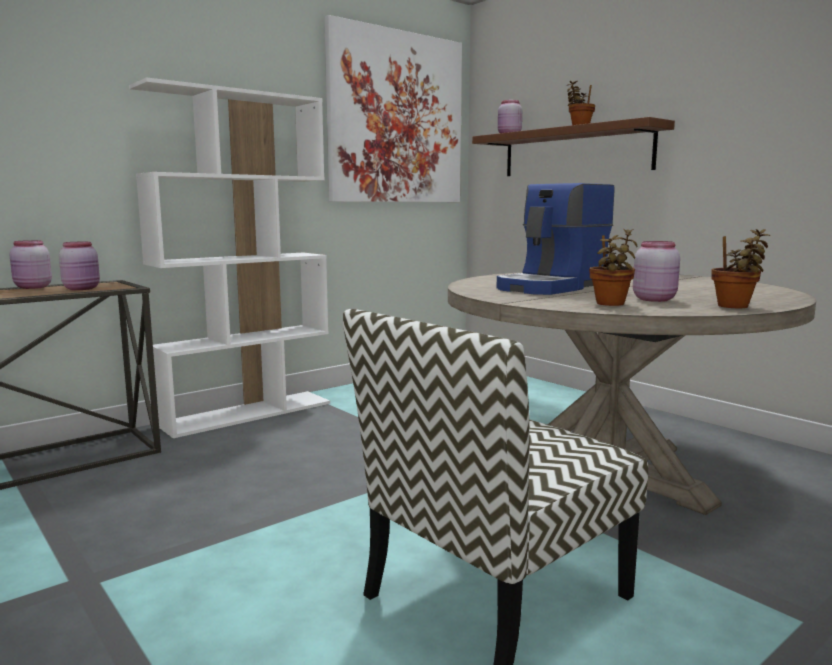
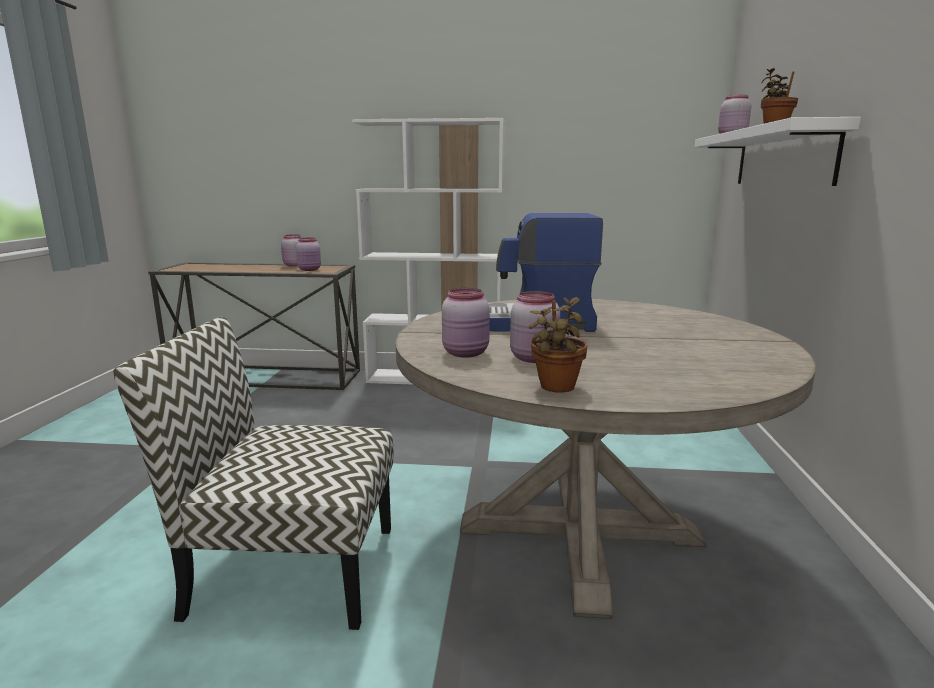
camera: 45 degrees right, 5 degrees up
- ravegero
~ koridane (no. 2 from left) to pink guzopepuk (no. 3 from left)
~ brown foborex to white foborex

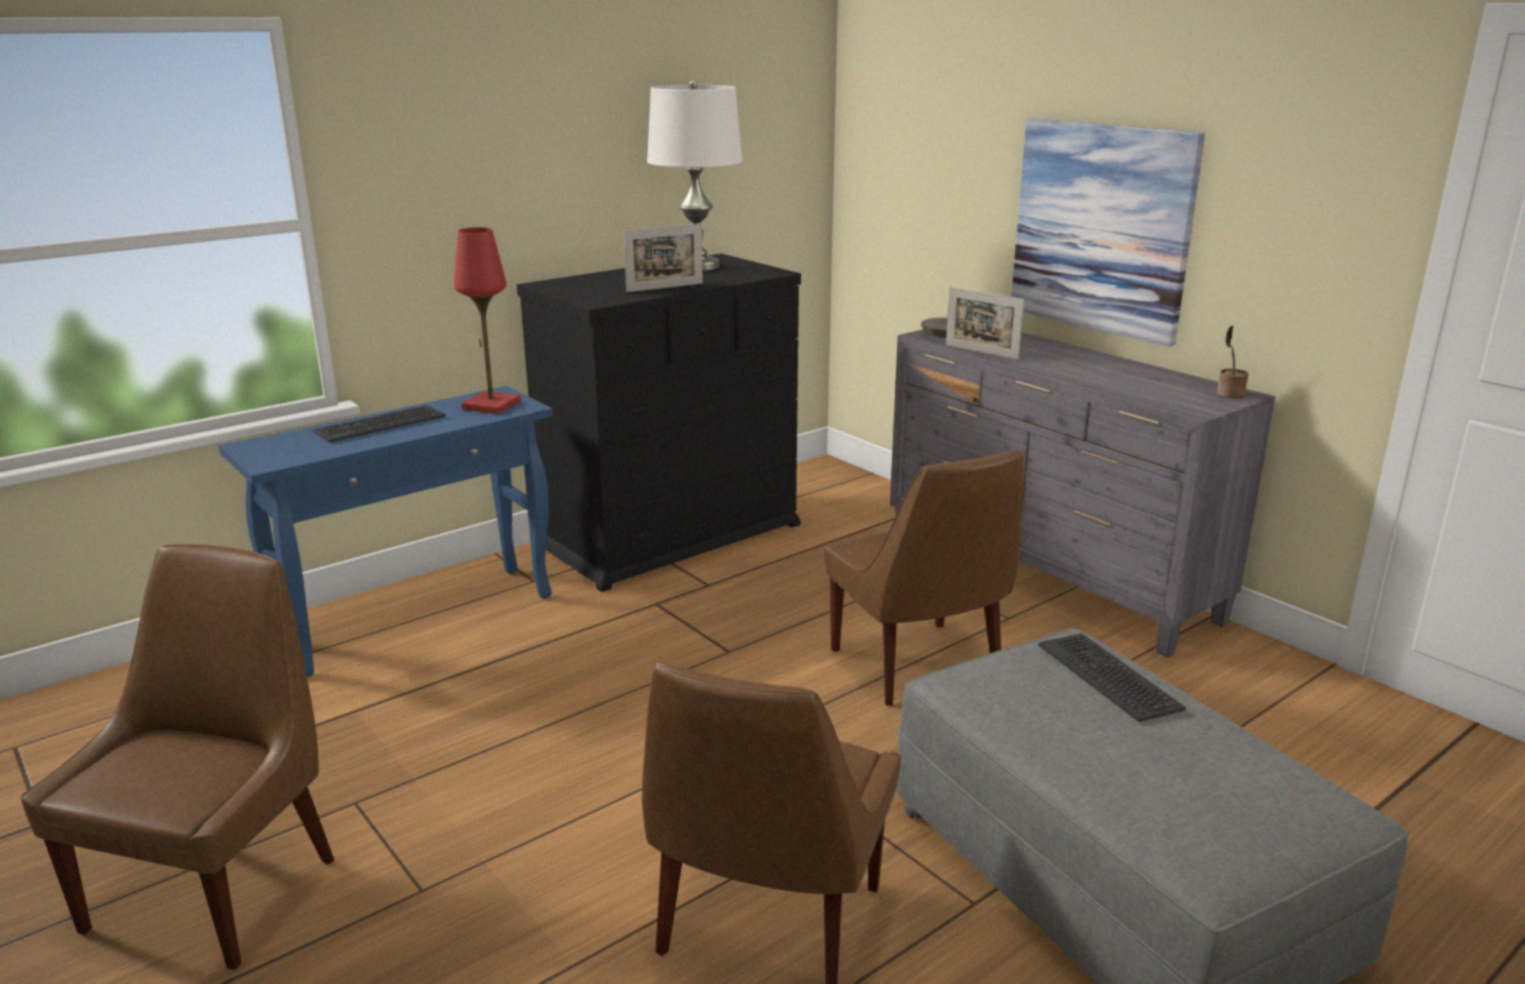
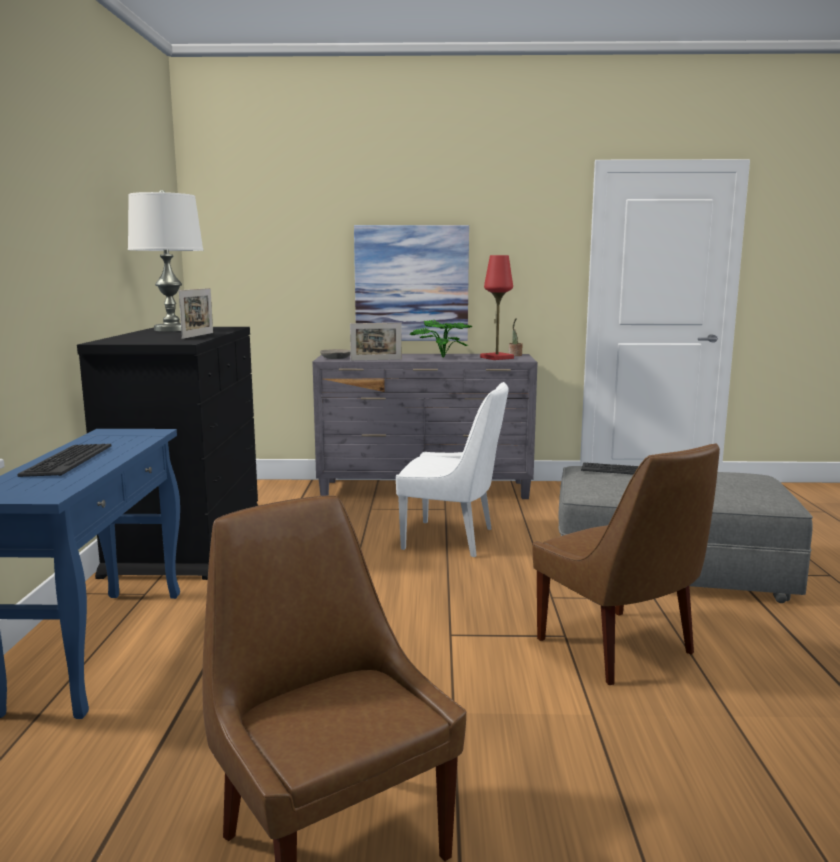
camera: 50 degrees left, 10 degrees down
+ koridane (no. 1 from left)
~ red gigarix
~ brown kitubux (no. 3 from left) to white kitubux

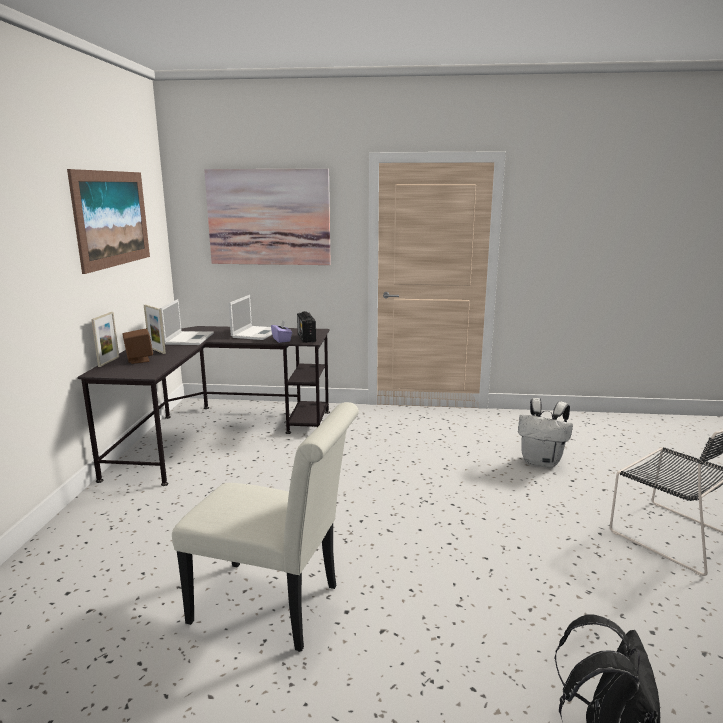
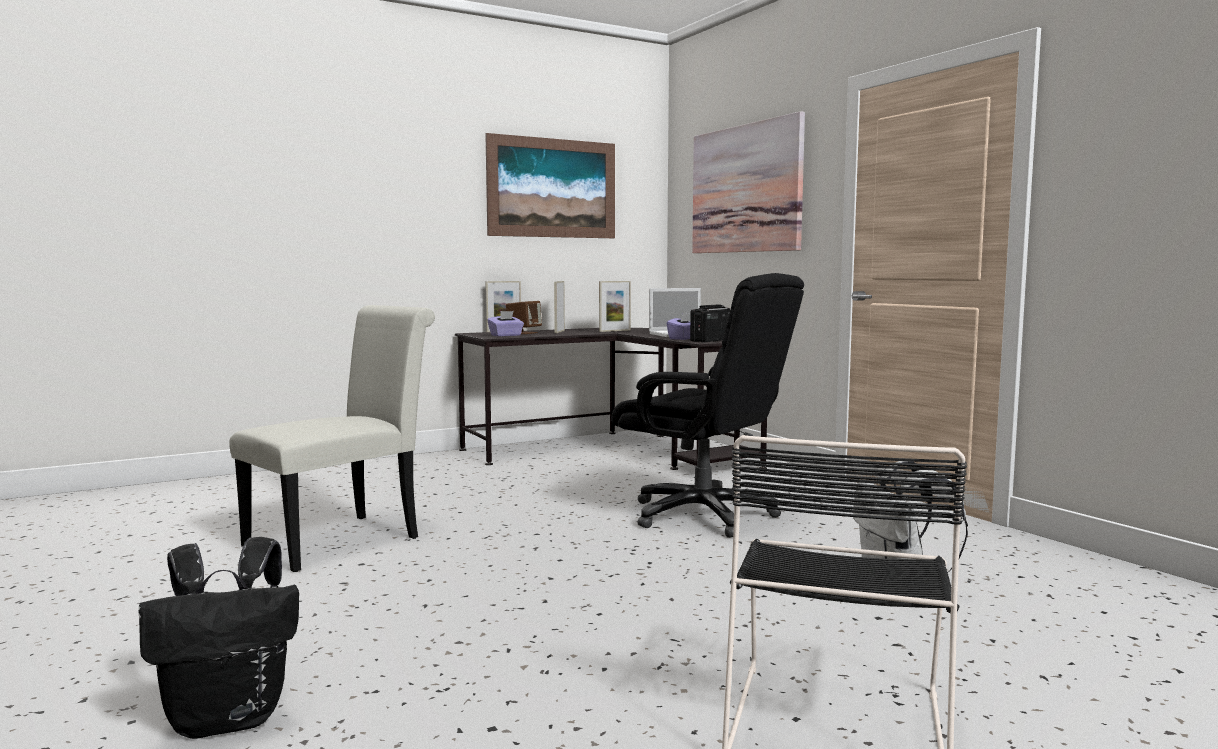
camera: 55 degrees right, 10 degrees down
+ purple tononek (no. 1 from left)
+ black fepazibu
~ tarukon (no. 1 from left) to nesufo (no. 3 from left)
~ white kitubux 120 degrees counterclockwise

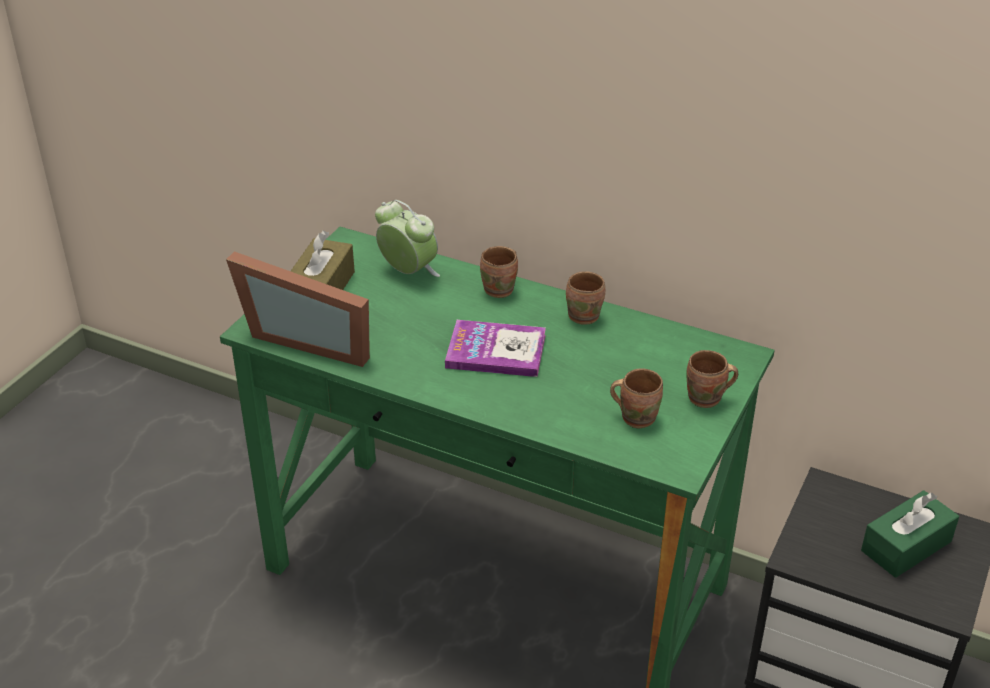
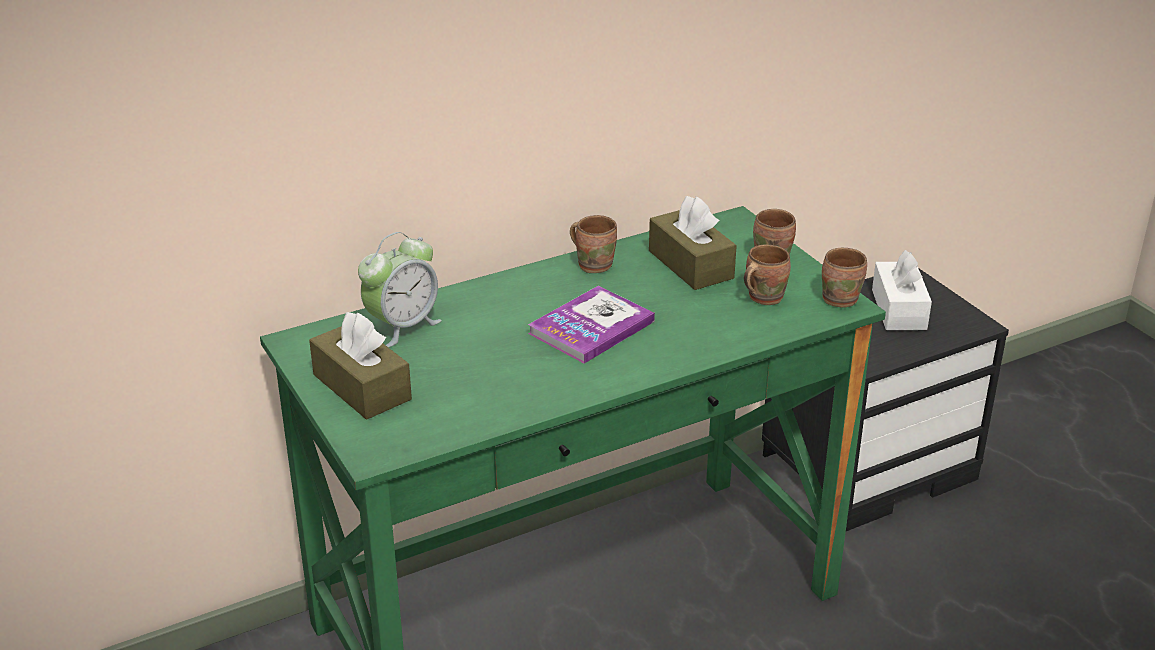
camera: 55 degrees left, 5 degrees down
- nesufo
+ brown tononek (no. 2 from left)
~ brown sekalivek (no. 1 from left in the first image) to brown sekalivek (no. 4 from left)
~ green tononek to white tononek
~ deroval 150 degrees clockwise

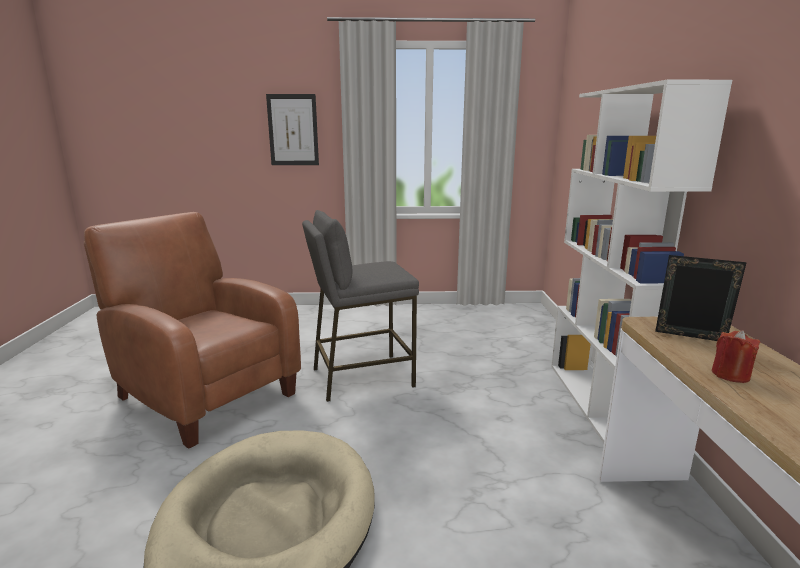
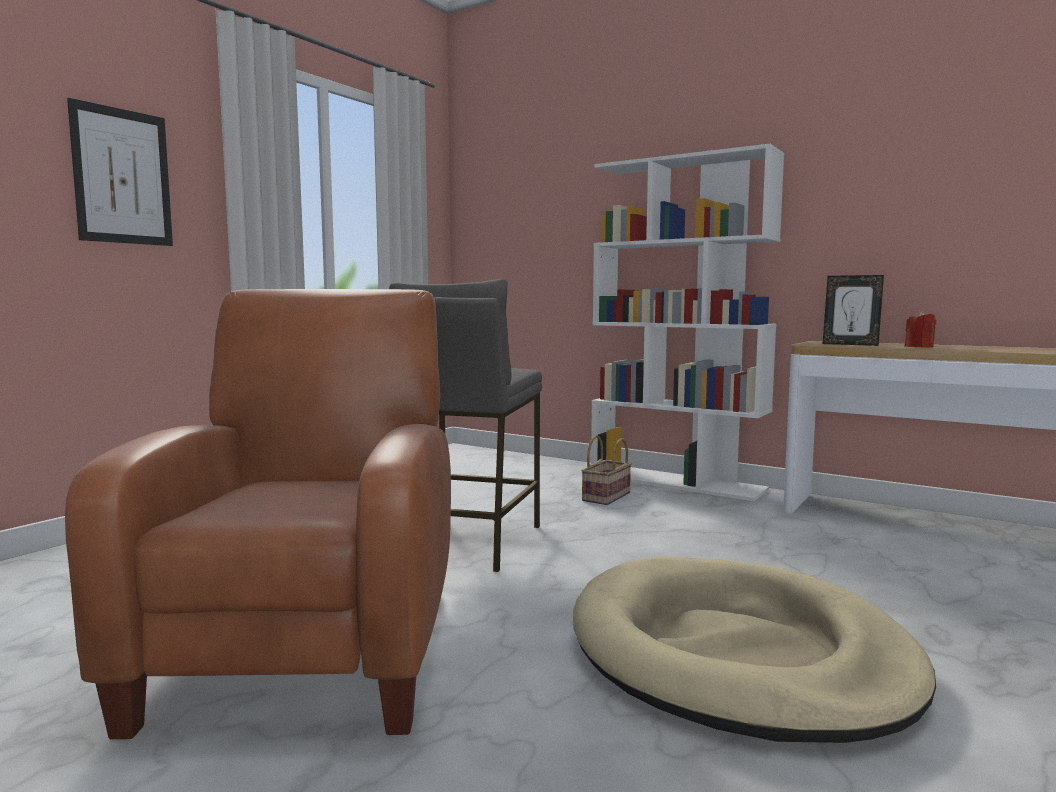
camera: 55 degrees left, 10 degrees down
+ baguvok
~ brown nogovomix 105 degrees clockwise
~ nesufo 120 degrees counterclockwise

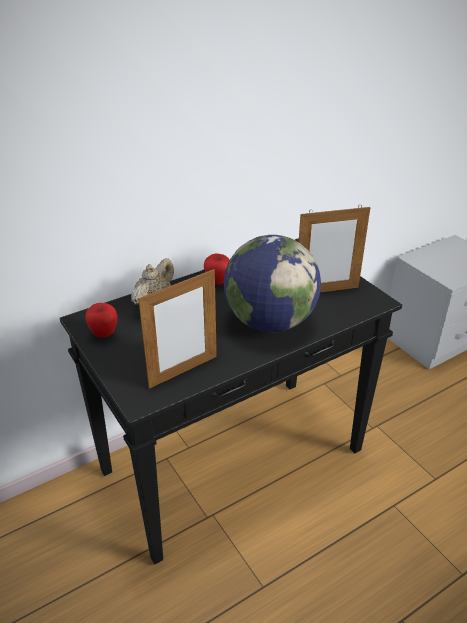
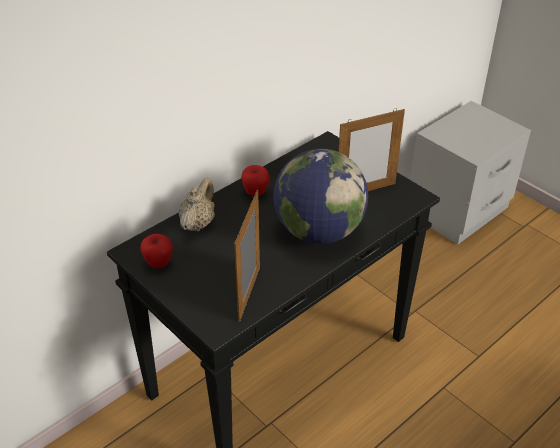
camera: 10 degrees left, 5 degrees up
~ nesufo (no. 1 from left) 150 degrees clockwise

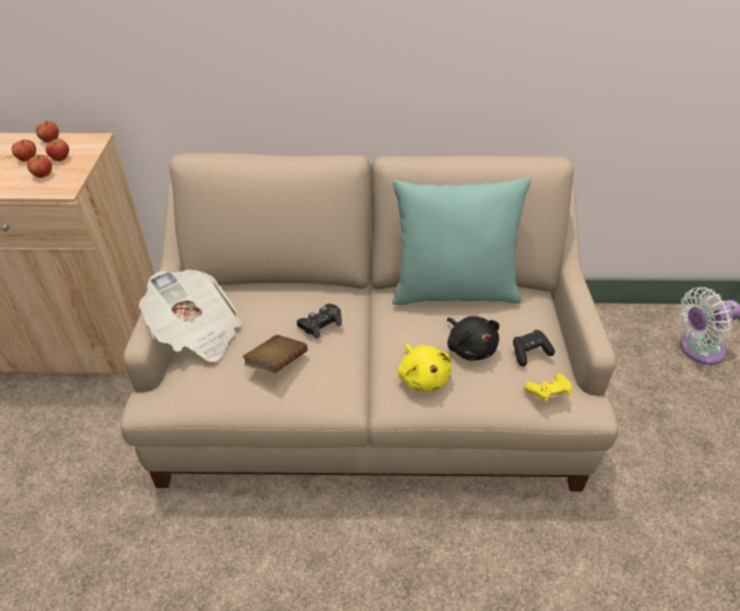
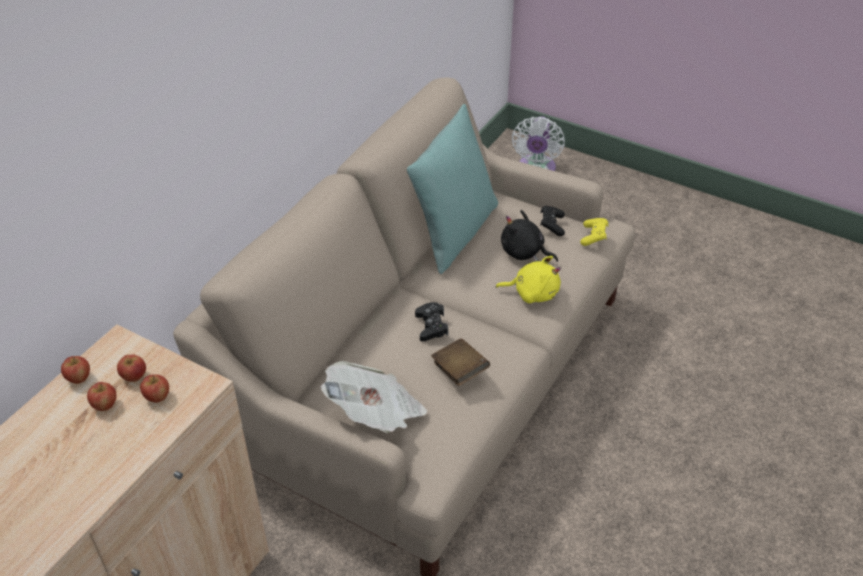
camera: 60 degrees left, 0 degrees up
~ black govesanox 150 degrees counterclockwise

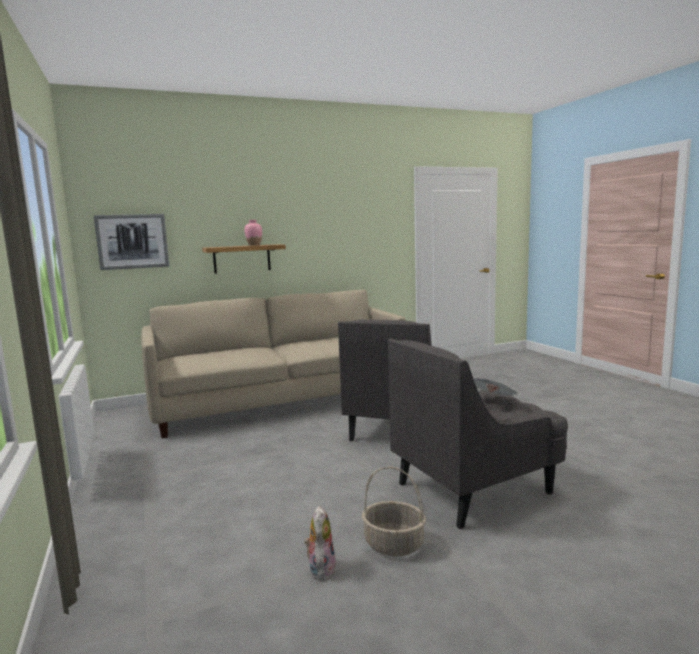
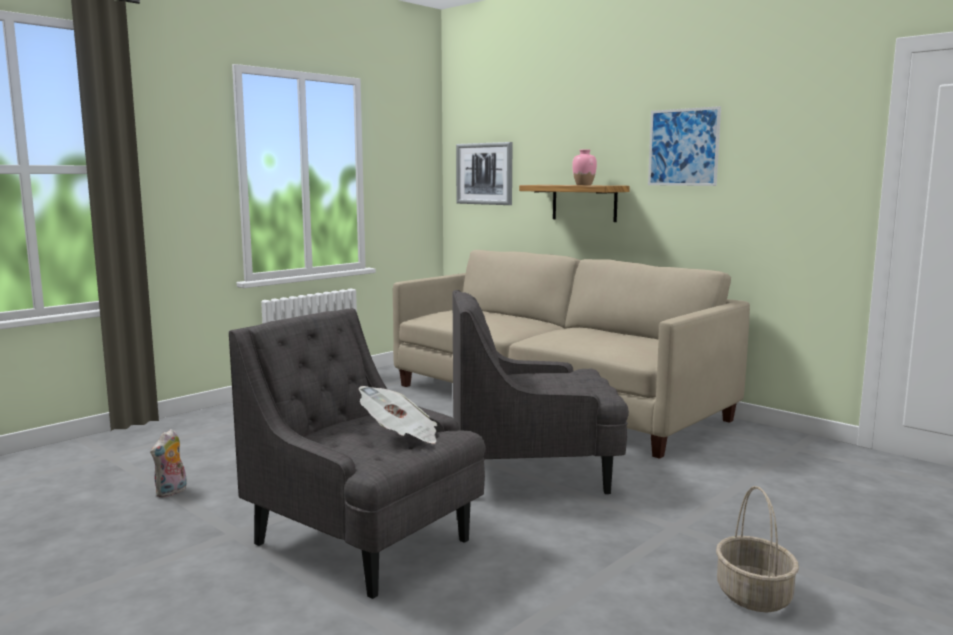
camera: 65 degrees right, 0 degrees up
+ ravegero (no. 2 from left)
~ baguvok
~ govesanox 135 degrees clockwise

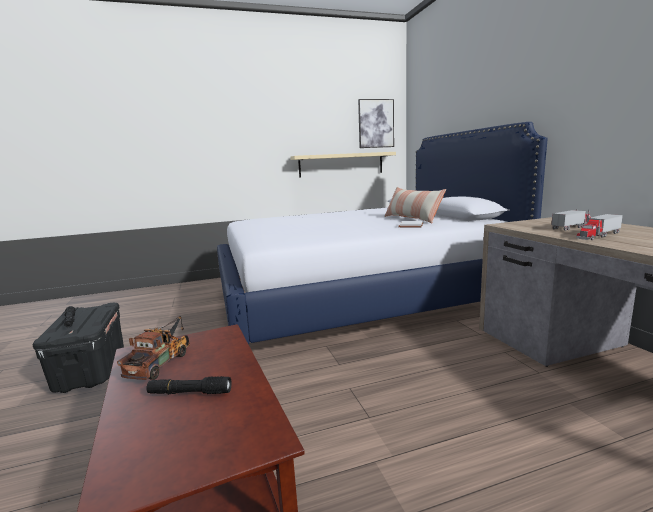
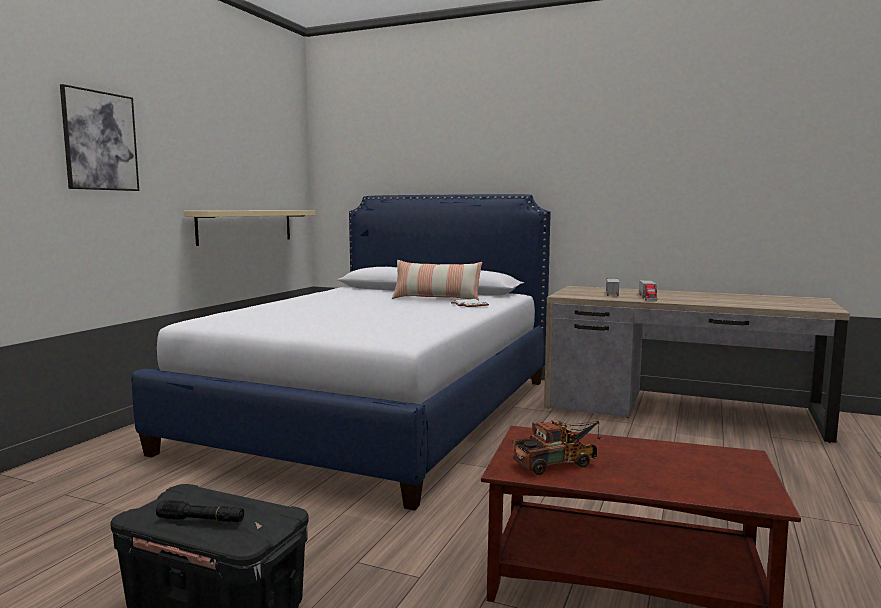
camera: 50 degrees left, 5 degrees down
- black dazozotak (no. 2 from left)
~ ravegero
~ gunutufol (no. 1 from left) 105 degrees clockwise

